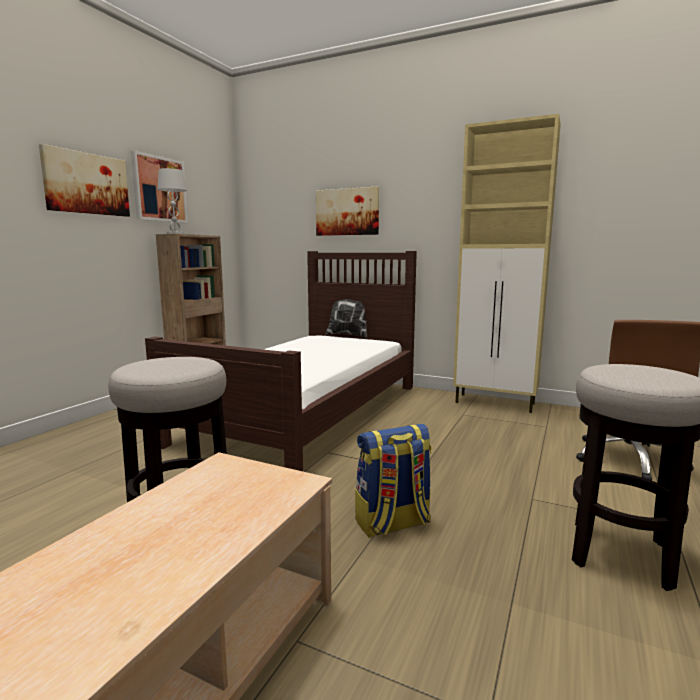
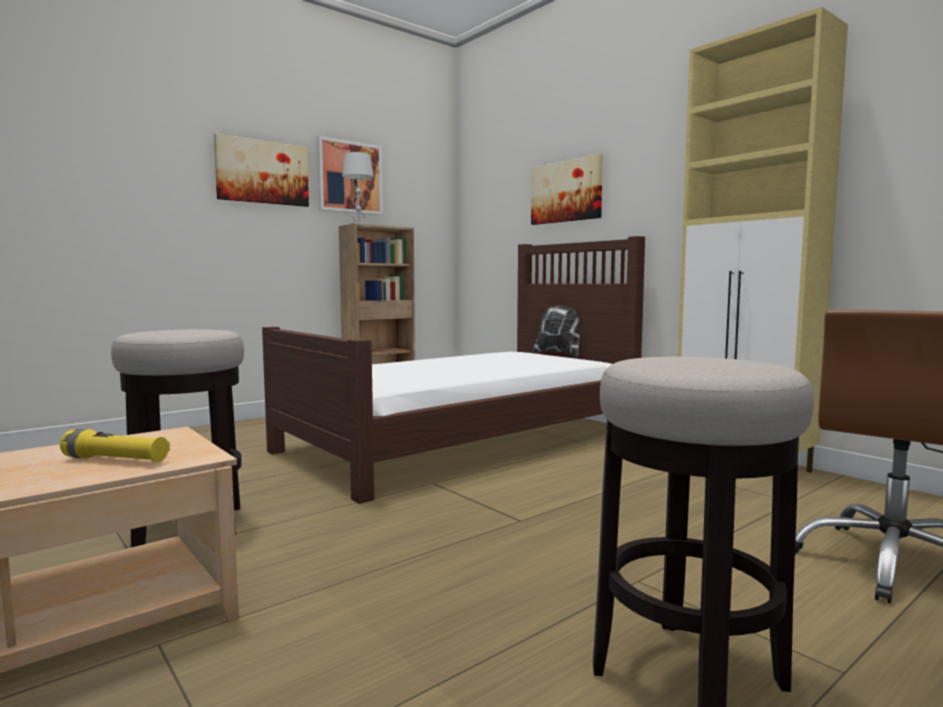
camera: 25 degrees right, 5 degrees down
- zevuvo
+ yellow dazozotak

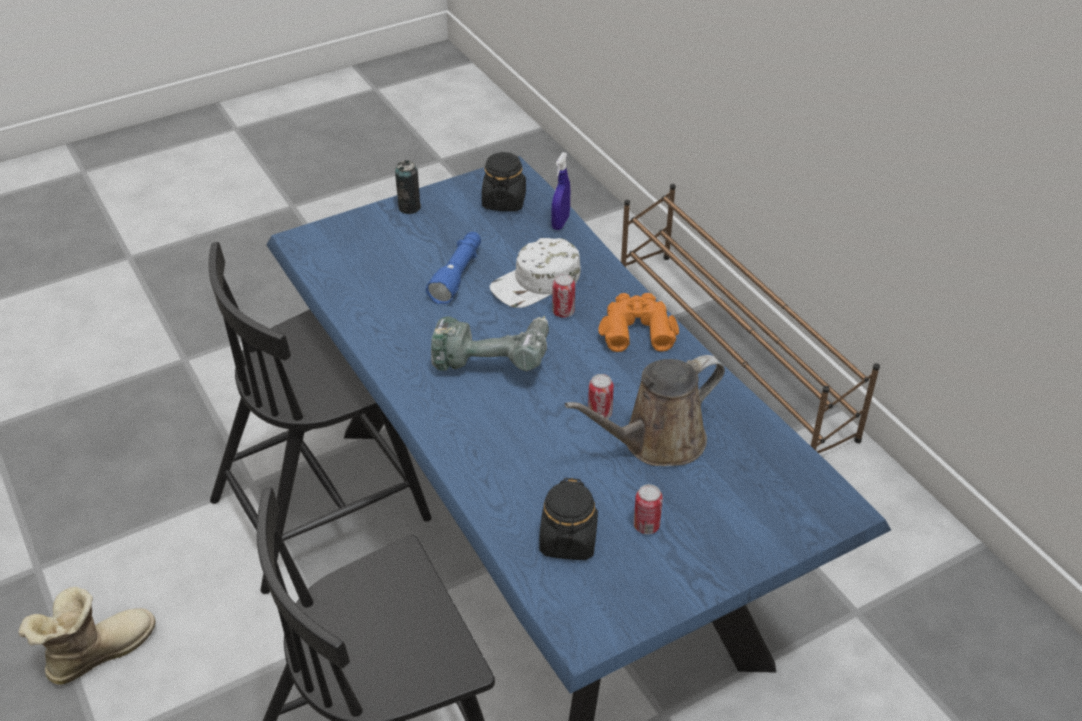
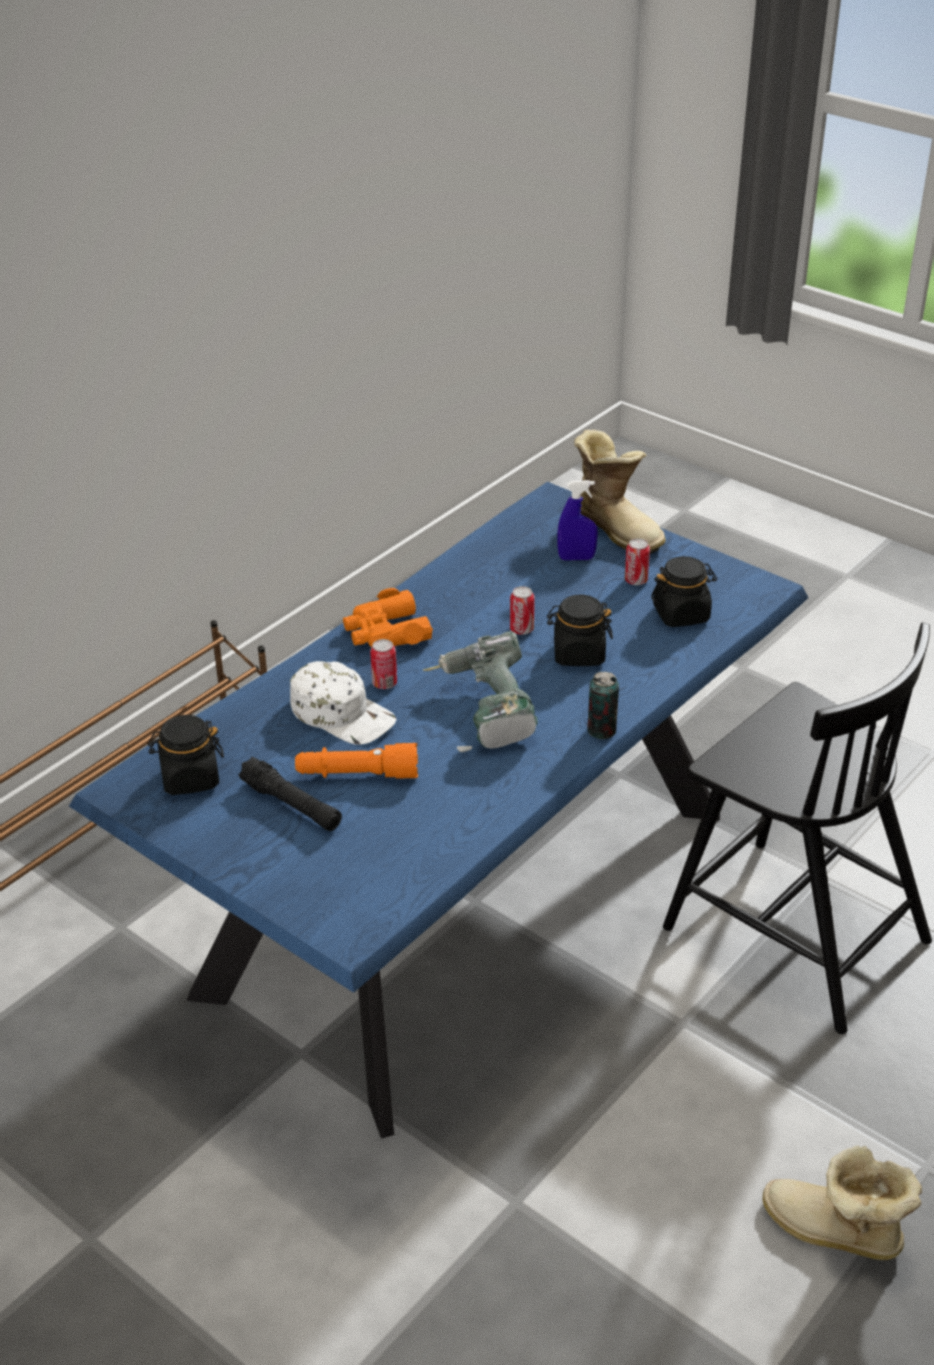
camera: 110 degrees left, 5 degrees down
- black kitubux (no. 1 from left)
- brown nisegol
+ black dazozotak
+ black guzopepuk (no. 2 from left)
+ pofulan (no. 1 from left)
~ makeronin (no. 1 from left in the first image) to makeronin (no. 3 from left)
~ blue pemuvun
~ blue dazozotak to orange dazozotak

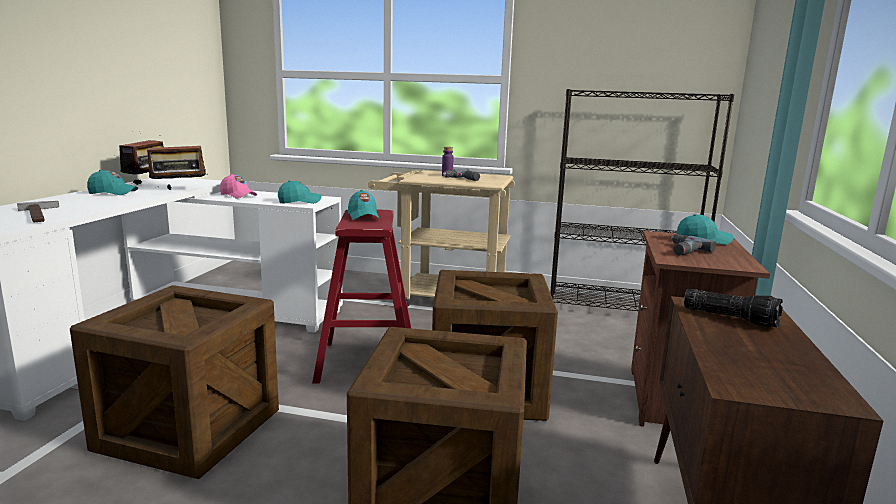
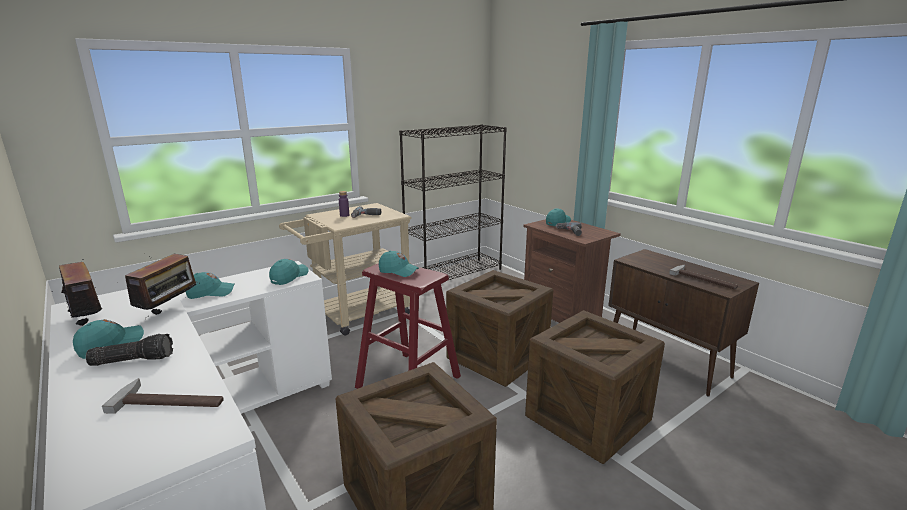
camera: 50 degrees left, 5 degrees up
+ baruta (no. 2 from left)
~ dazozotak
~ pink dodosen to turquoise dodosen (no. 2 from left)

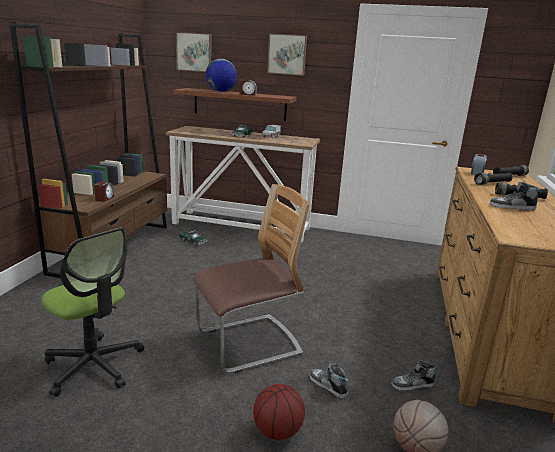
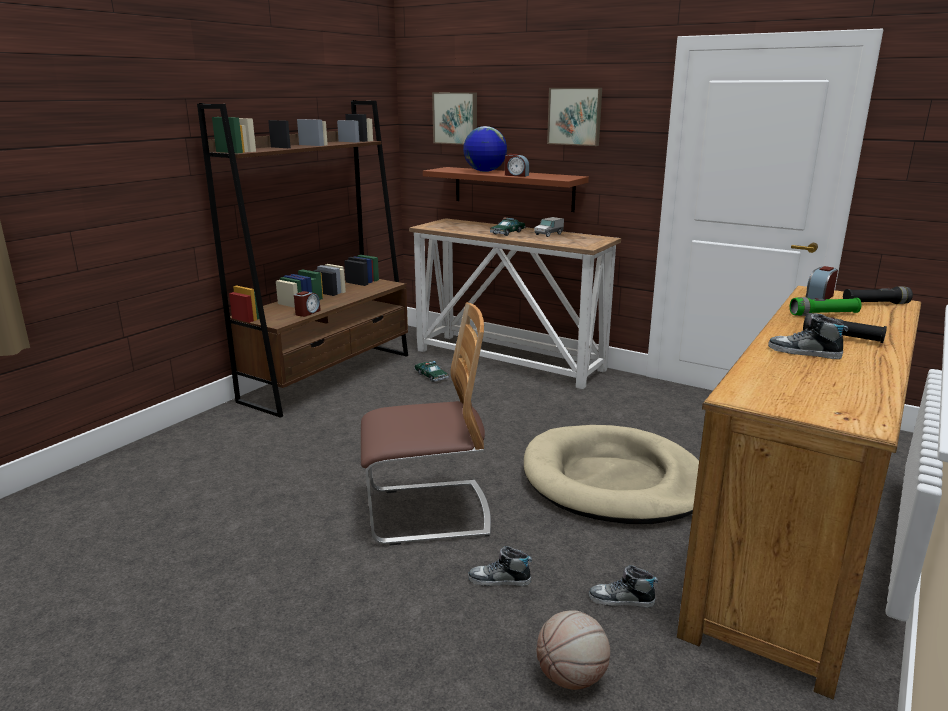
camera: 20 degrees right, 0 degrees up
- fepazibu
- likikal (no. 1 from left)
+ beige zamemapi
~ black dazozotak (no. 1 from left) to green dazozotak
~ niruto (no. 1 from left) 60 degrees counterclockwise

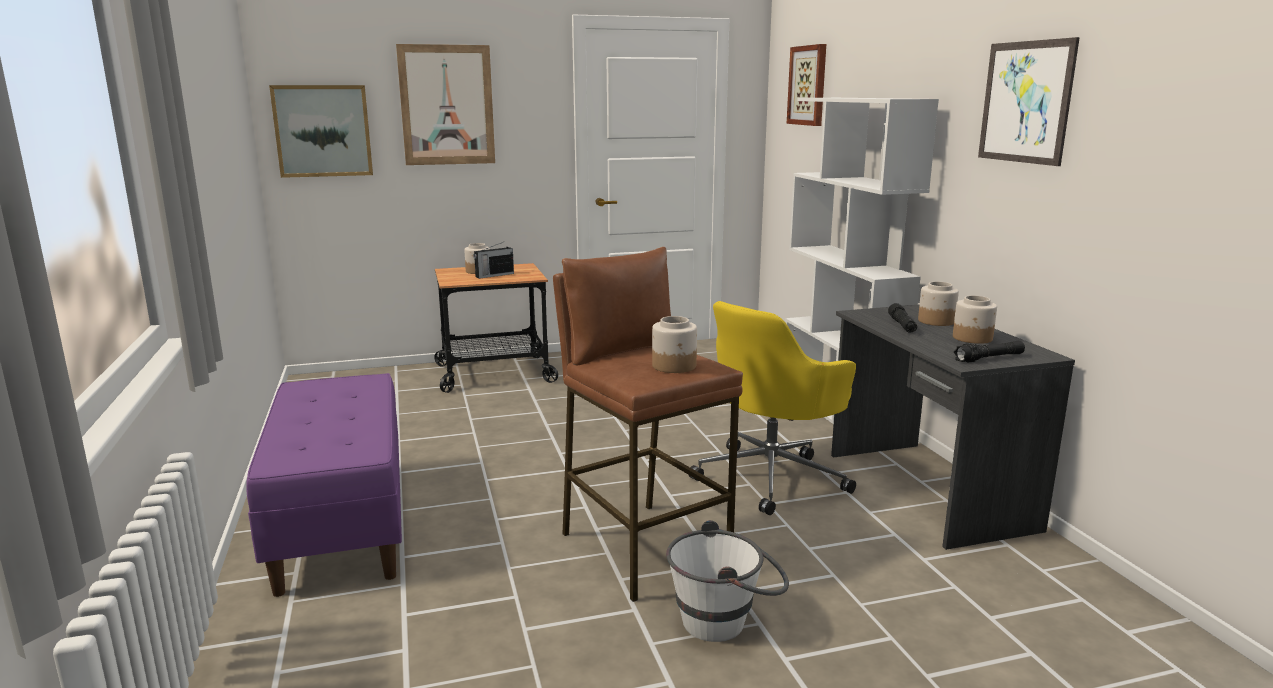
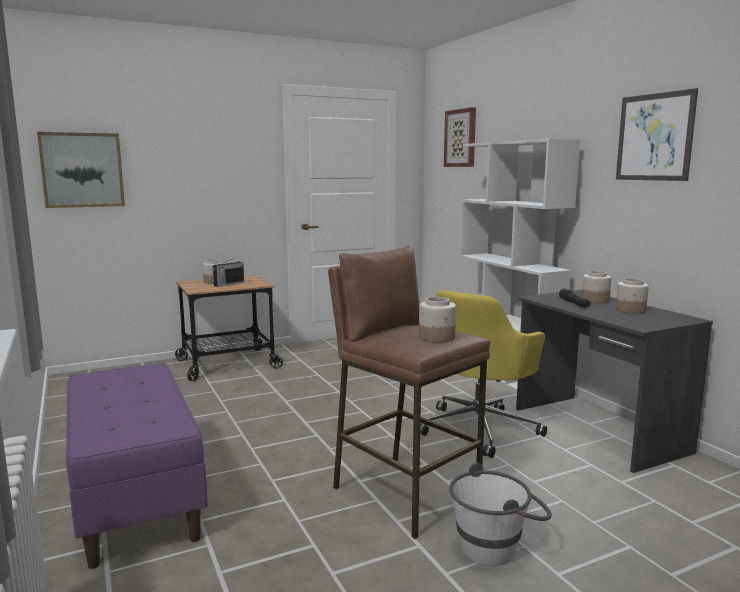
camera: 10 degrees left, 5 degrees down
- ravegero (no. 2 from left)
- black dazozotak (no. 2 from left)

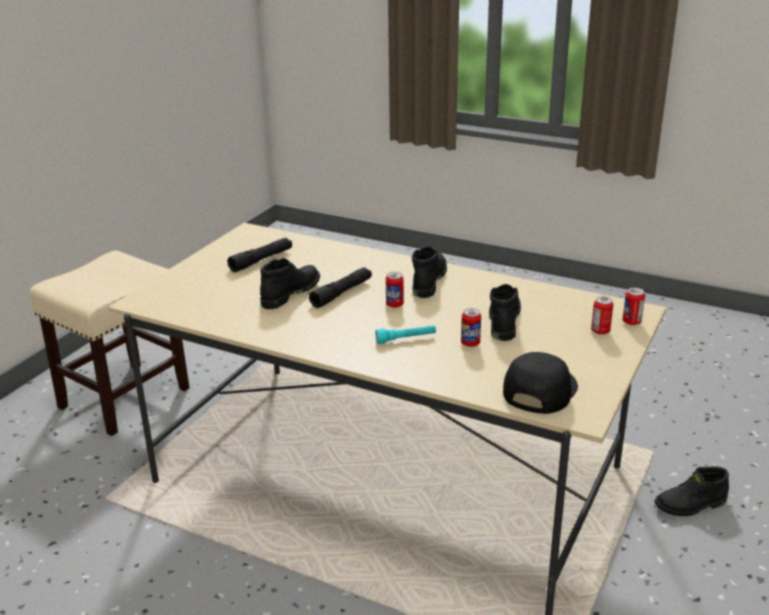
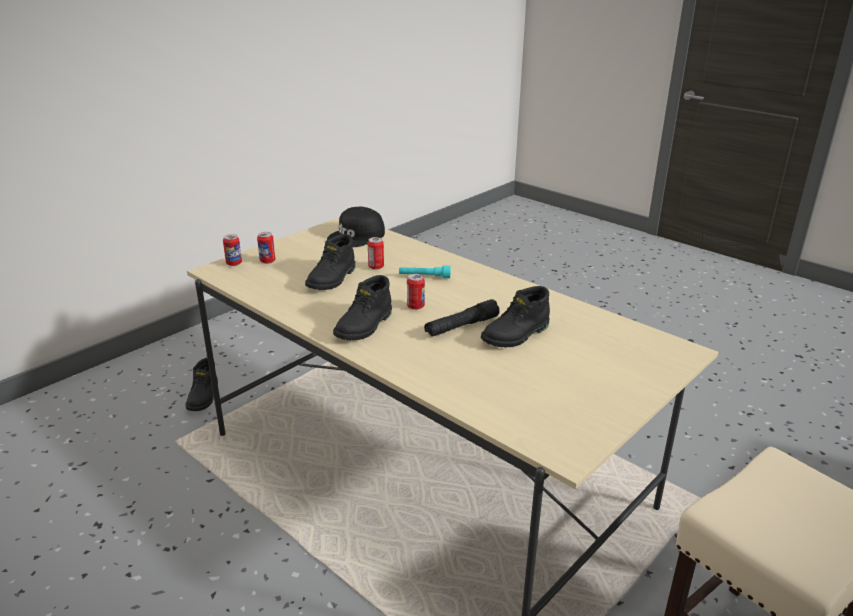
camera: 165 degrees left, 0 degrees up
- black dazozotak (no. 1 from left)
~ black pofulan (no. 4 from left in the first image) 90 degrees clockwise

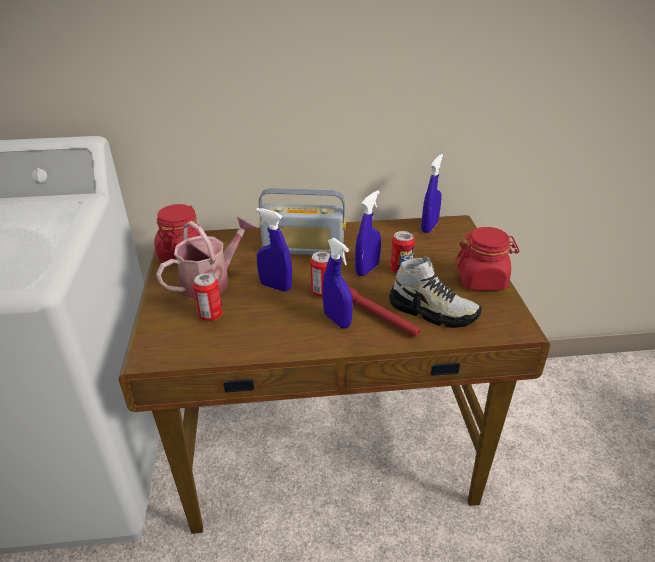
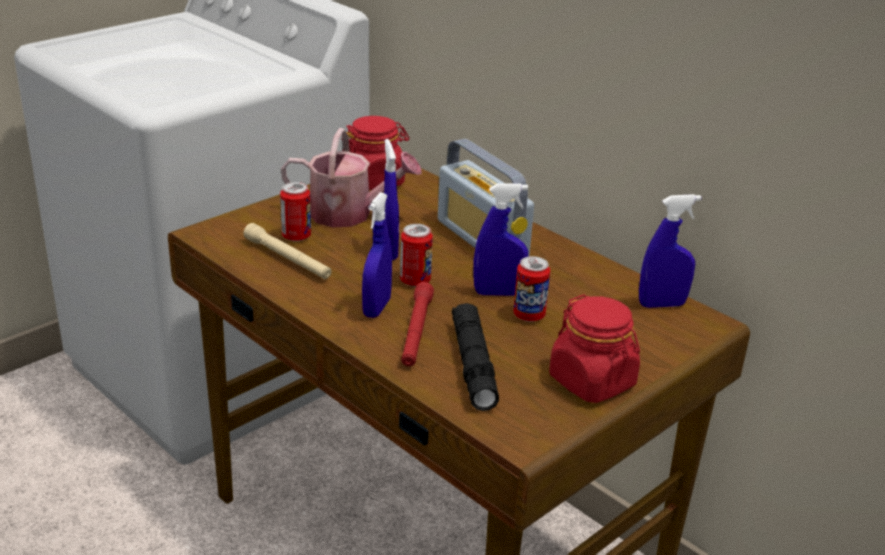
camera: 50 degrees right, 5 degrees down
+ beige dazozotak
~ niruto to black dazozotak

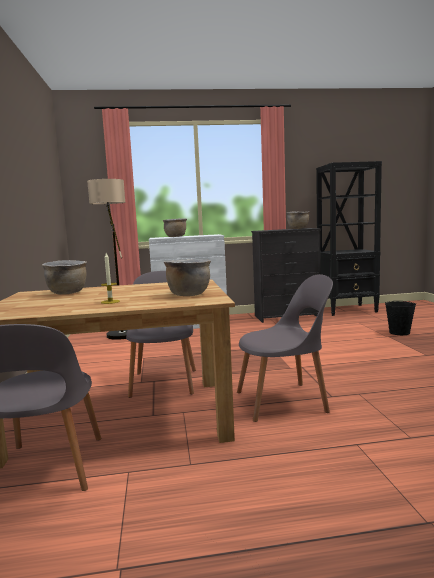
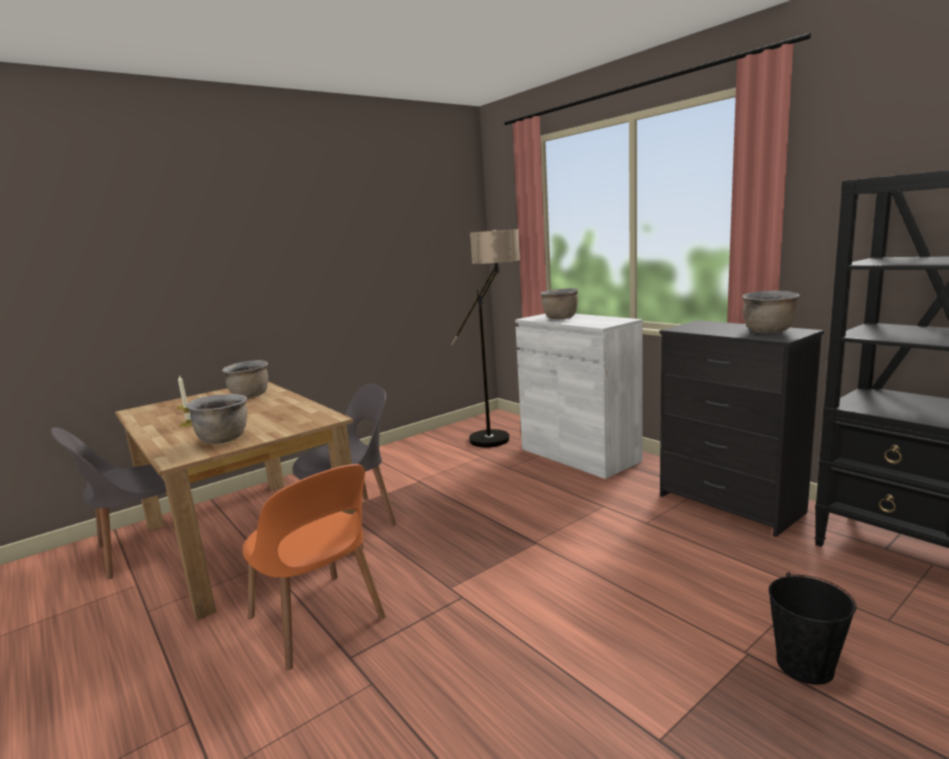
camera: 60 degrees right, 5 degrees up
~ grey kitubux (no. 3 from left) to orange kitubux

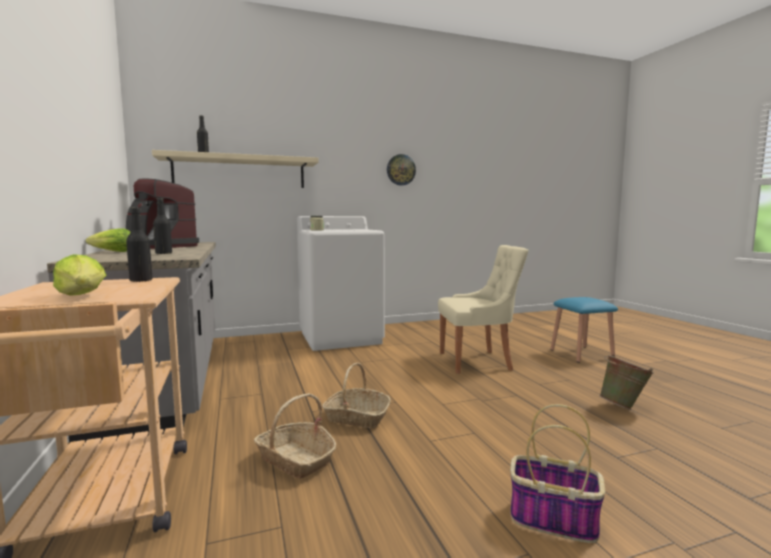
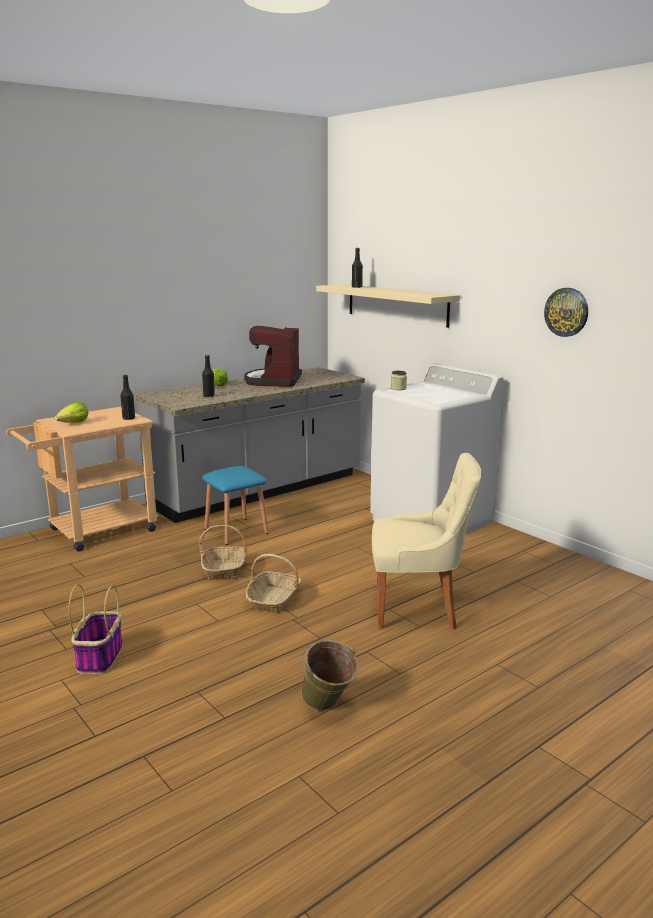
camera: 70 degrees right, 10 degrees up
~ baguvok (no. 1 from left in the first image) to baguvok (no. 3 from left)
~ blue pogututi
~ beige kitubux 60 degrees counterclockwise

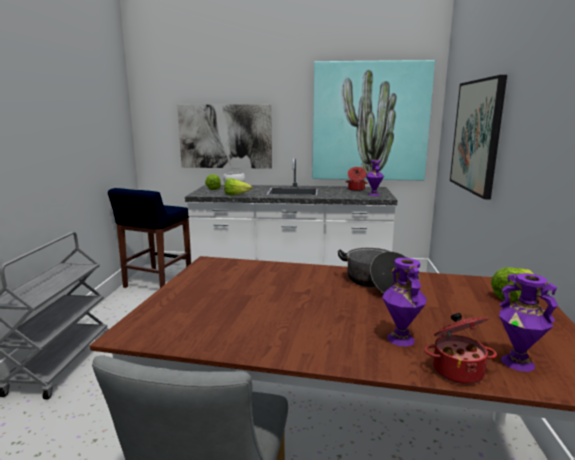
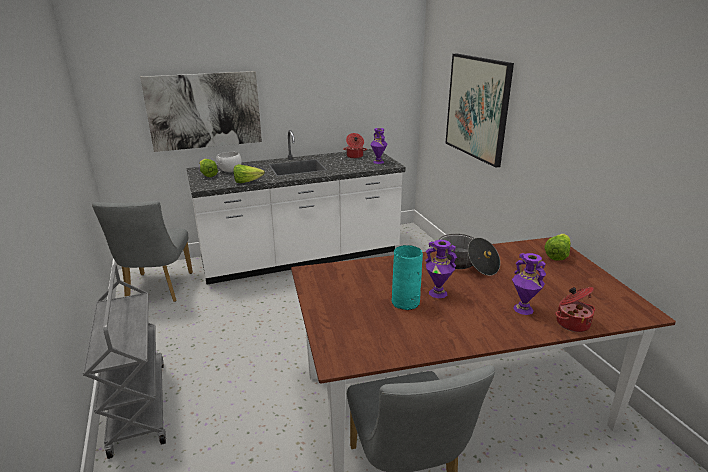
camera: 25 degrees left, 10 degrees up
- ravegero (no. 2 from left)
+ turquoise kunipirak
~ purple kunipirak (no. 3 from left in the first image) to purple kunipirak (no. 2 from left)
~ blue pogututi to grey kitubux (no. 1 from left)

